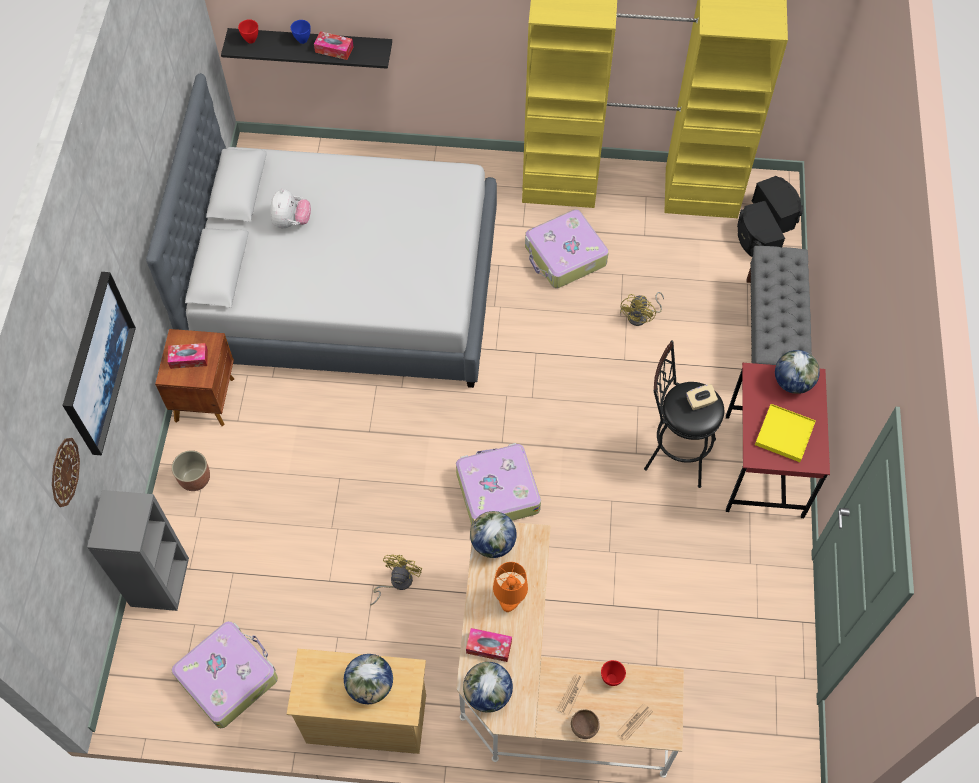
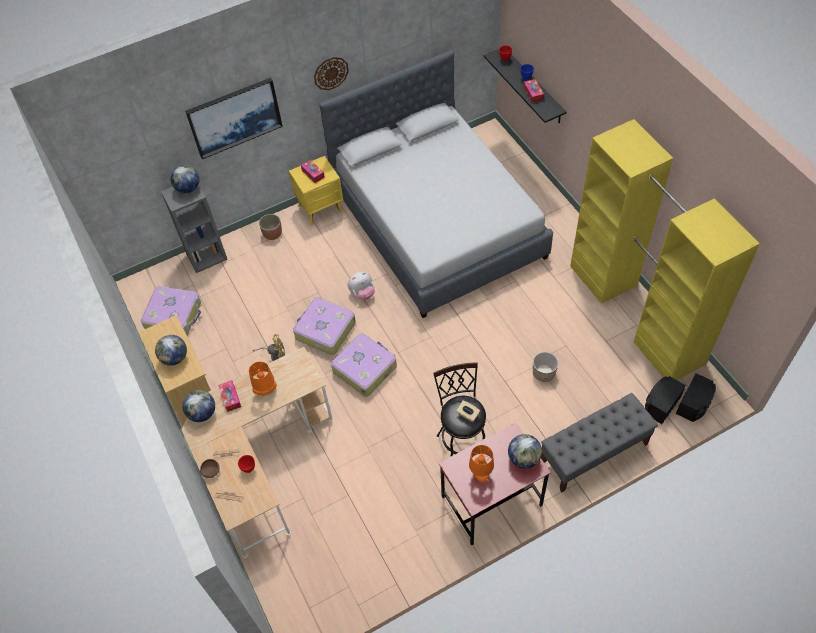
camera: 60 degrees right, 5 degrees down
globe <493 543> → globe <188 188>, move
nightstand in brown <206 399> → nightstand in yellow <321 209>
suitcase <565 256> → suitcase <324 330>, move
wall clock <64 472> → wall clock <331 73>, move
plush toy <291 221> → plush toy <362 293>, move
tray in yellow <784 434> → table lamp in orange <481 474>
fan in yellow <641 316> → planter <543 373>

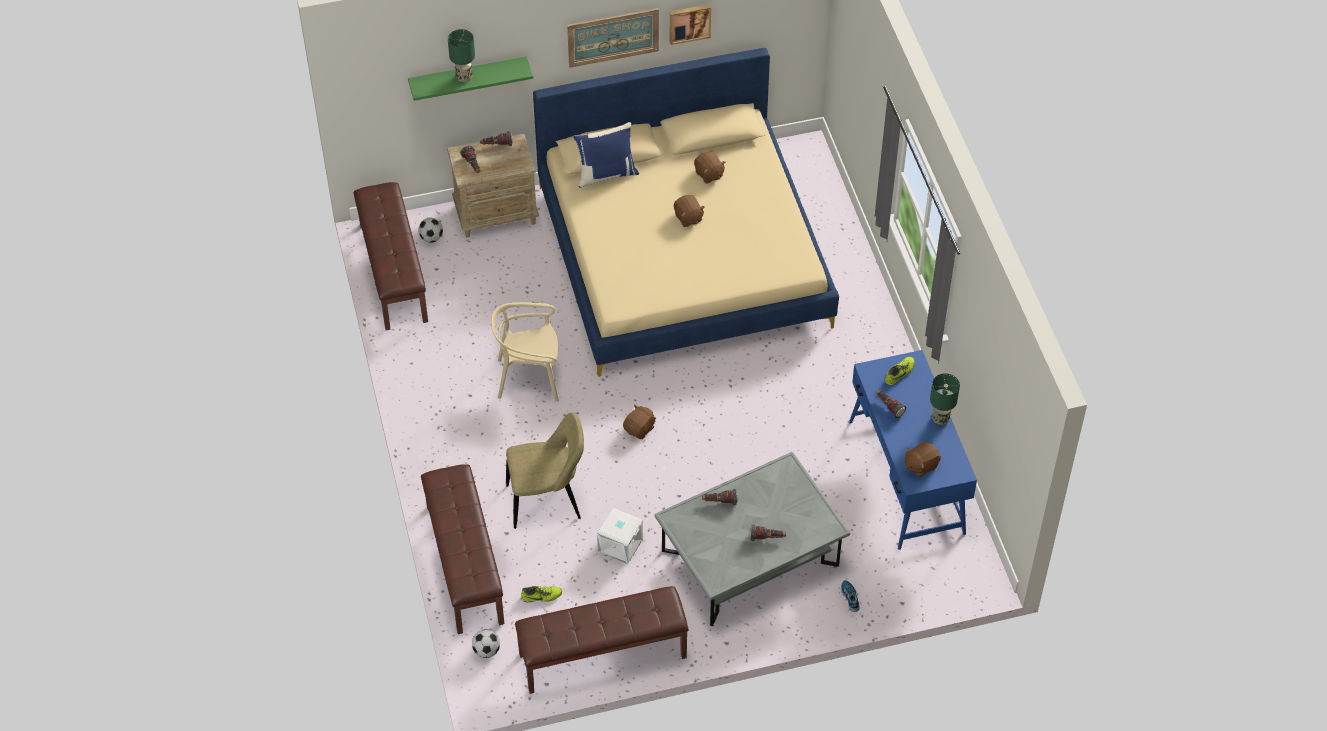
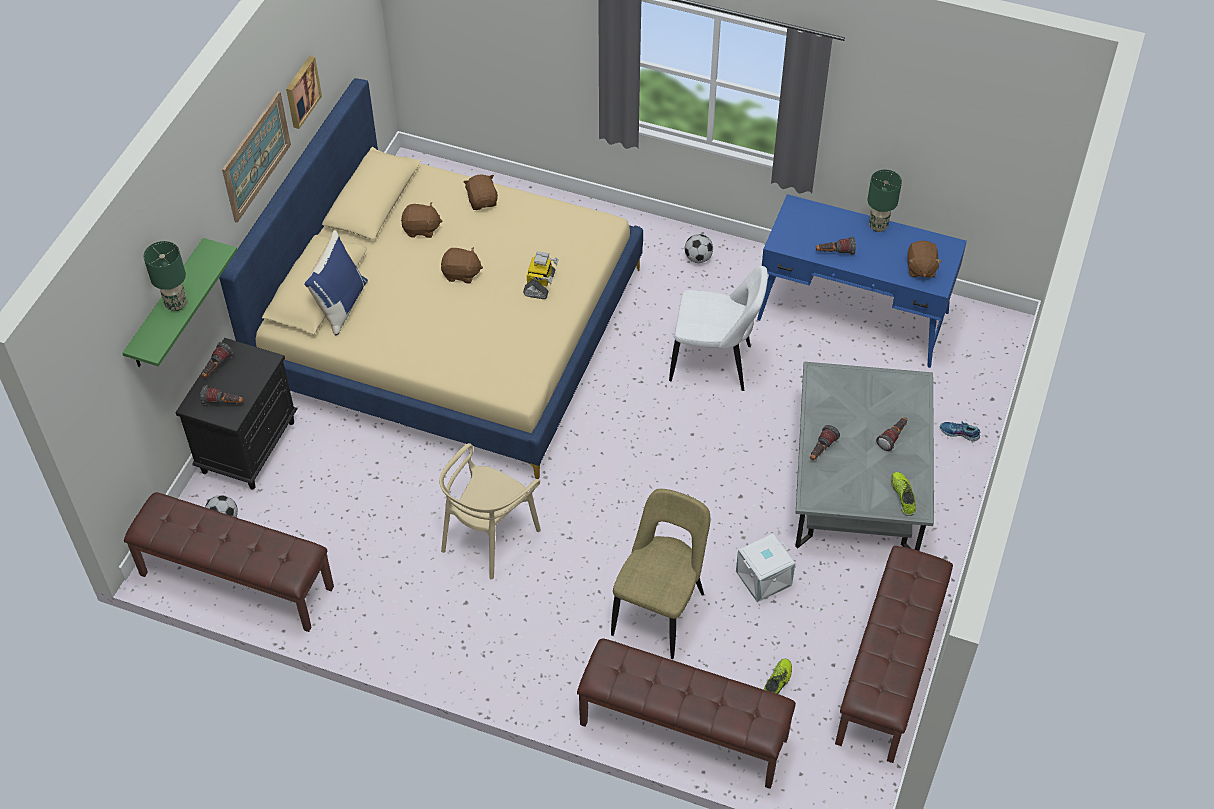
camera: 55 degrees left, 0 degrees up
nightstand in beige <496 213> → nightstand in black <248 446>
plush toy in brown <639 429> → plush toy in brown <482 201>, move
- → toy robot <540 284>
- → chair in white <715 364>
football <487 651> → football <698 258>, move
shoe <900 373> → shoe <903 496>, move

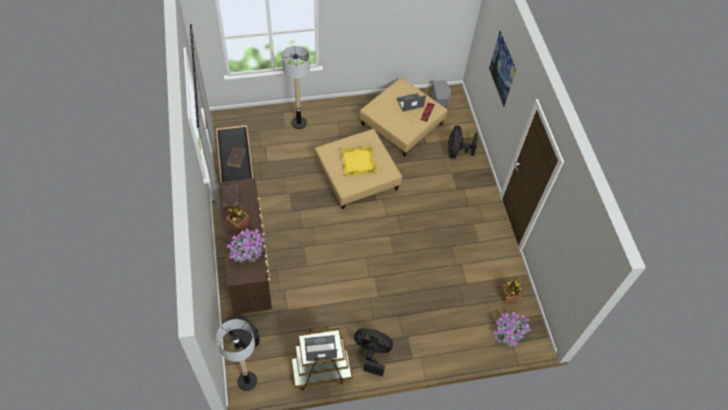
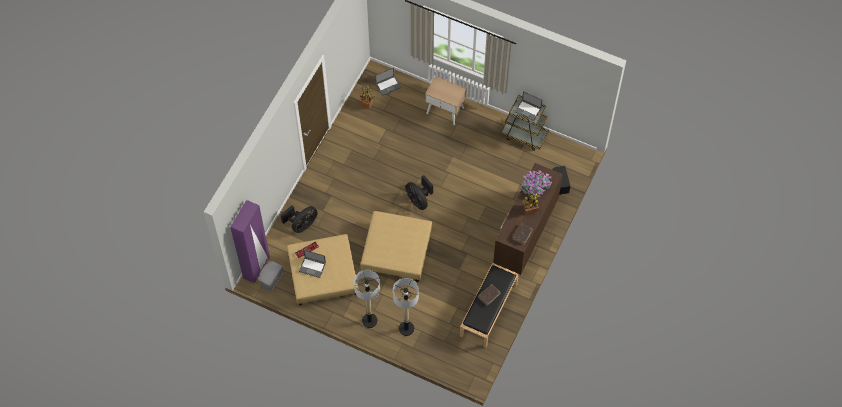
camera: 140 degrees left, 5 degrees up
- → wardrobe in purple <256 268>
floor lamp <247 381> → floor lamp <369 320>, move
potted plant <508 333> → laptop <388 85>
fan in black <372 353> → fan in black <419 200>, move
- → nightstand in beige <445 110>
tray in yellow <357 161> → -
picture <499 78> → -

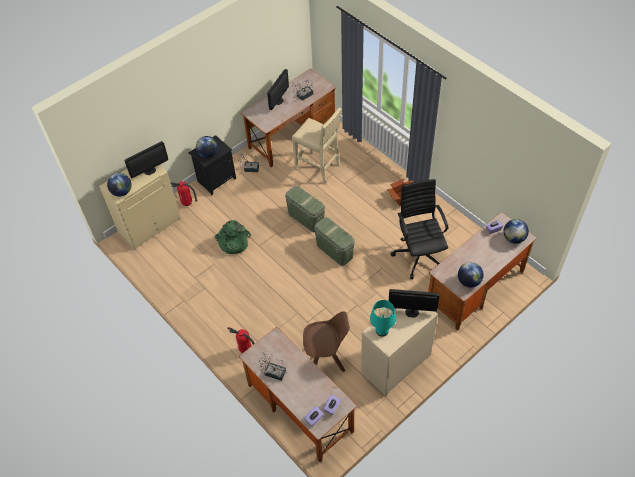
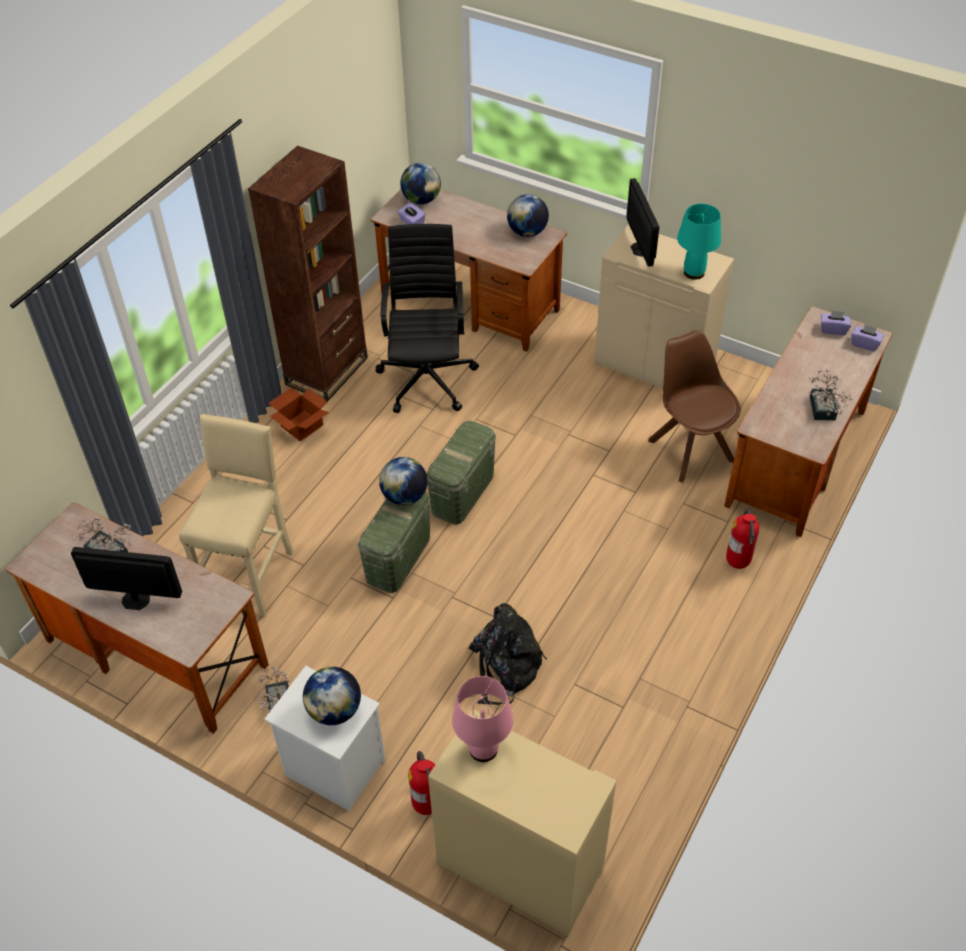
camera: 110 degrees left, 5 degrees down
- → bookcase in brown <327 371>
nightstand in black <216 179> → nightstand in white <332 768>
office chair in black <419 254> → office chair in black <427 378>, 120 degrees clockwise
globe <122 192> → globe <404 496>, move
monitor <150 170> → table lamp in pink <482 749>
backpack in green <233 242> → backpack in black <505 668>

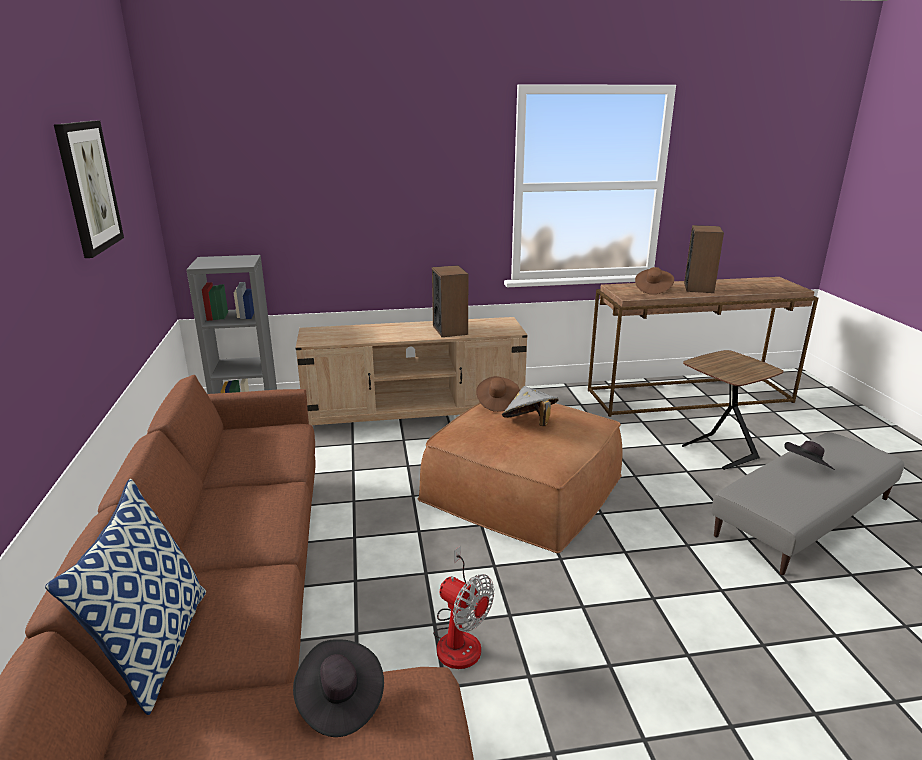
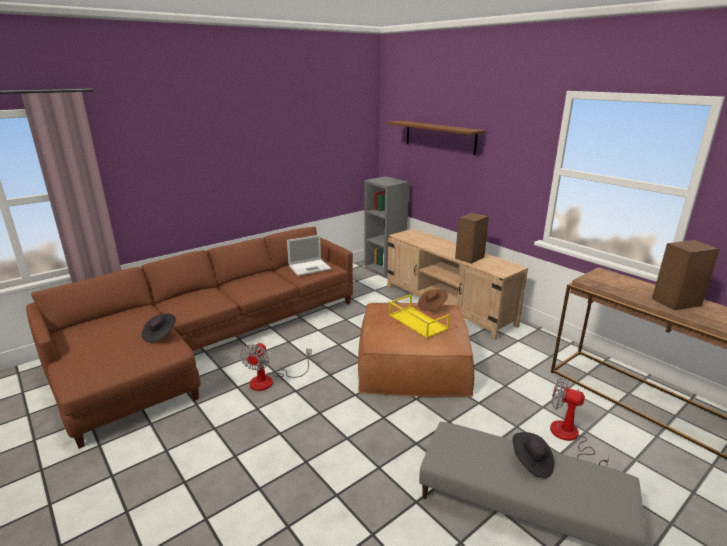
camera: 60 degrees right, 0 degrees up
- → laptop <310 267>
- → shelf in brown <439 137>
hat in grey <529 424> → tray in yellow <417 322>
side table in brown <718 452> → fan <569 438>
pillow <154 647> → -
picture <88 187> → -
hat in brown <652 289> → -

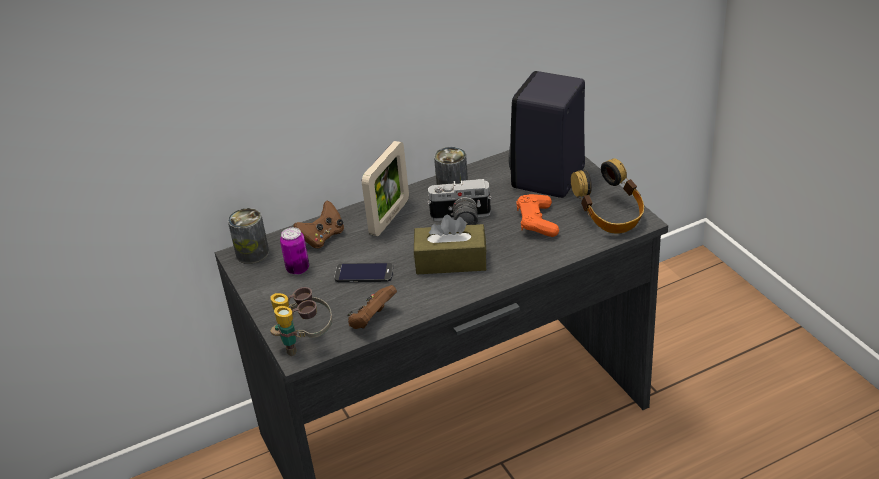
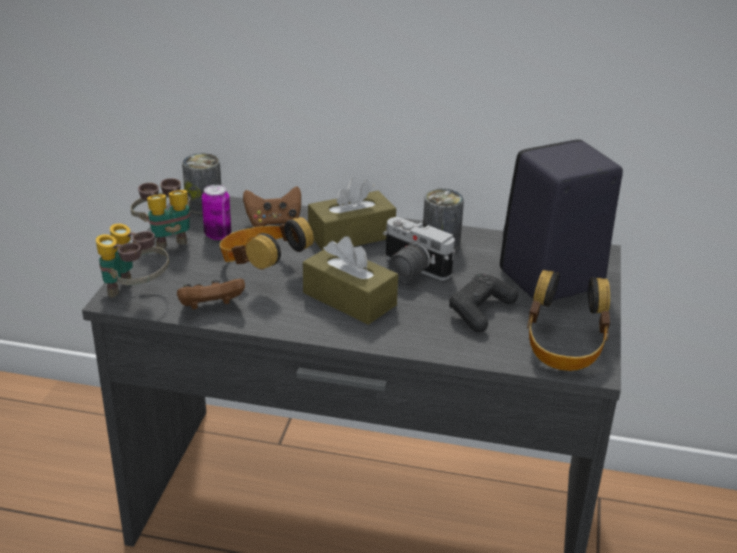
camera: 35 degrees right, 5 degrees down
- → binoculars <166 239>
phone <364 273> → headphones <262 267>
picture frame <389 217> → tissue box in brown <351 235>
game controller in orange <537 222> → game controller in black <480 311>

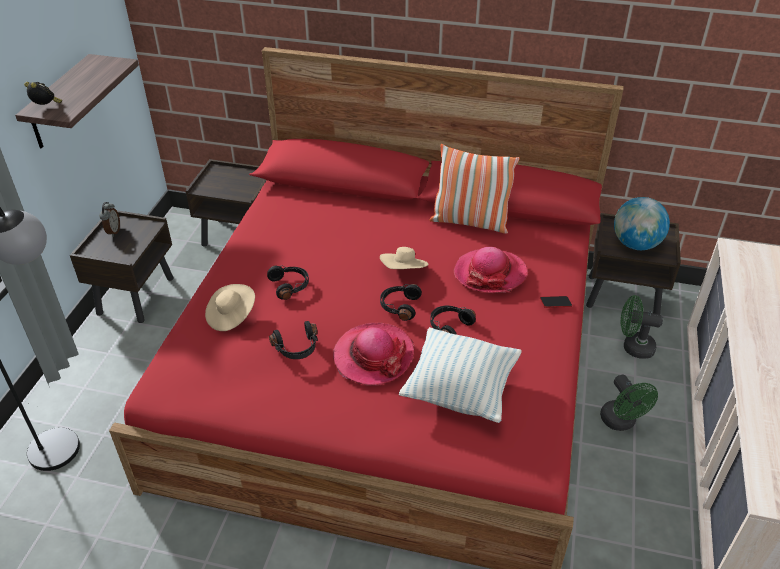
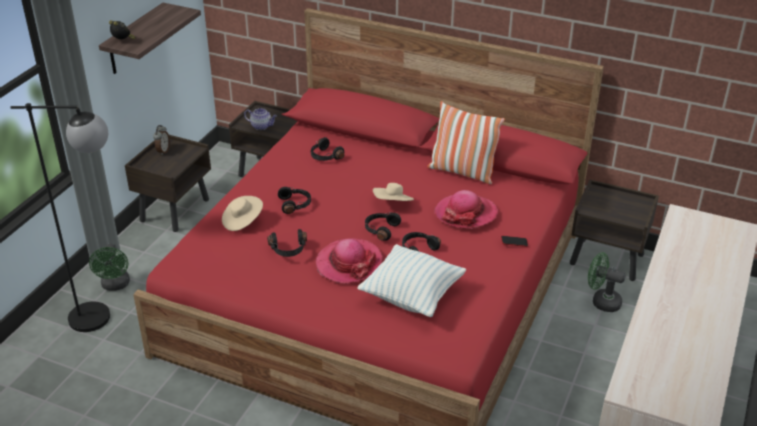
camera: 10 degrees right, 5 degrees down
fan in green <621 422> → fan in green <115 285>, move
- → teapot <261 126>
- → headphones in black <325 156>
globe <636 244> → -

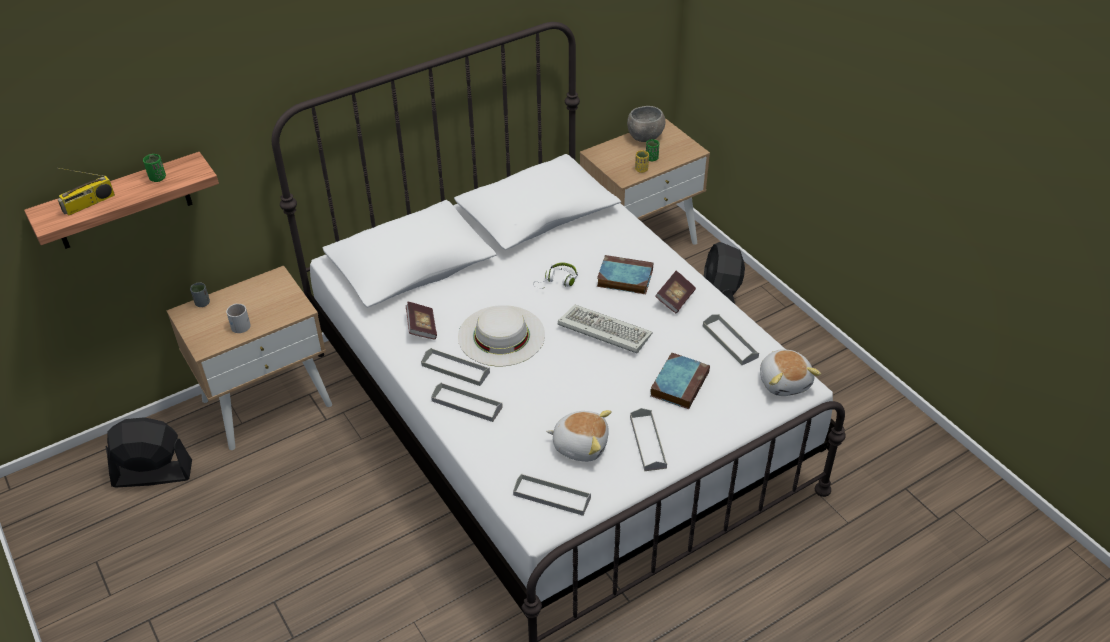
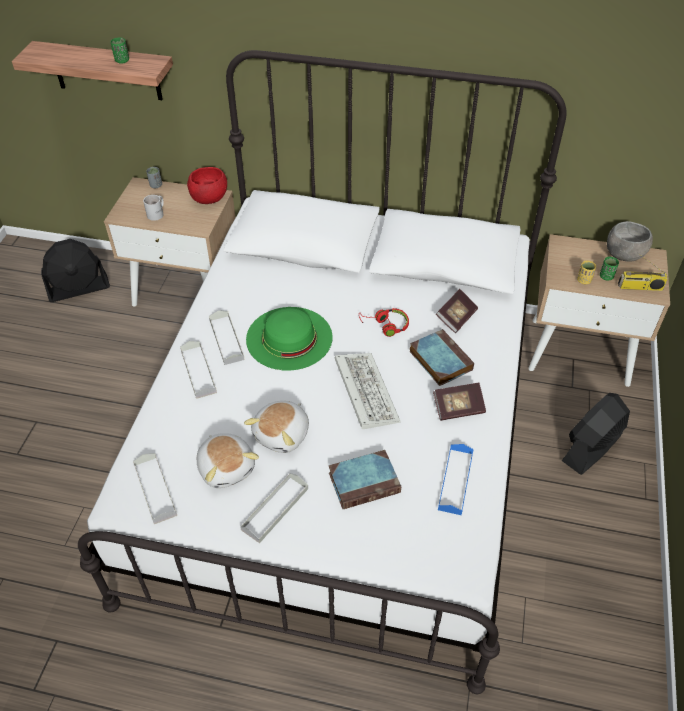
camera: 45 degrees right, 5 degrees up
fan in black <152 474> → fan in black <79 289>, 120 degrees clockwise
- → bowl in red <208 199>
plush toy <784 382> → plush toy <283 434>, move
hat in white <501 335> → hat in green <289 338>
headphones in white <558 281> → headphones in red <385 325>
book <422 328> → book <456 318>, move
tray in grey <730 341> → tray in blue <455 481>
radio <89 204> → radio <639 287>, move

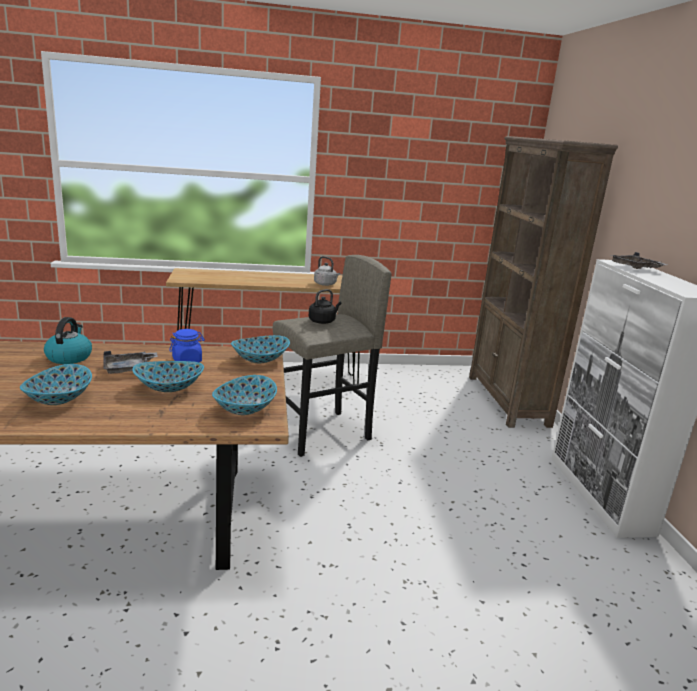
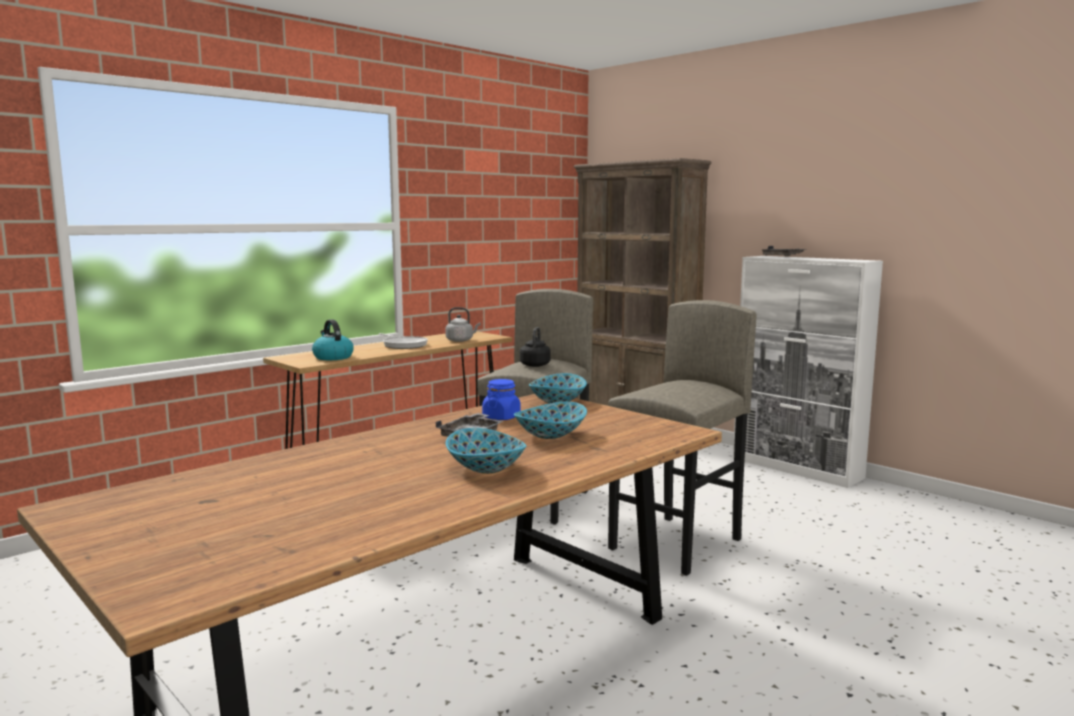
camera: 35 degrees left, 10 degrees down
kettle <69 357> → kettle <332 357>, move
- → frying pan <403 345>
- → stool in grey <677 544>
bowl <245 409> → -

